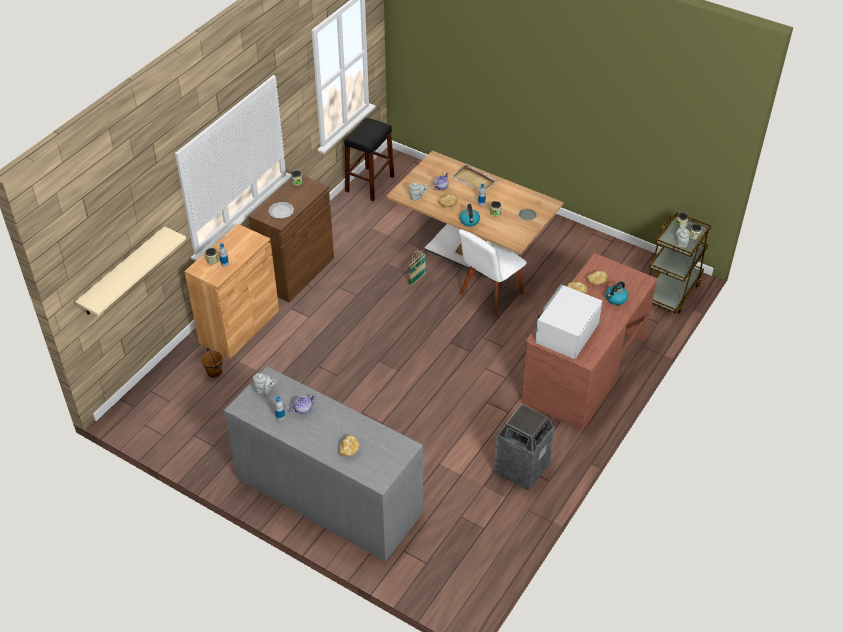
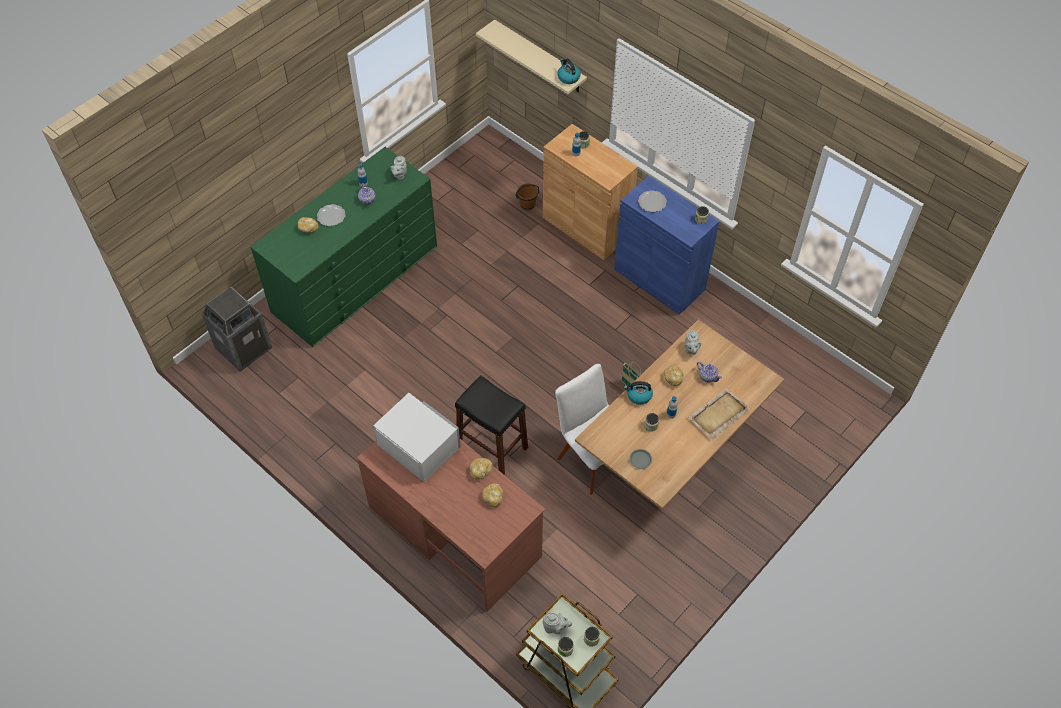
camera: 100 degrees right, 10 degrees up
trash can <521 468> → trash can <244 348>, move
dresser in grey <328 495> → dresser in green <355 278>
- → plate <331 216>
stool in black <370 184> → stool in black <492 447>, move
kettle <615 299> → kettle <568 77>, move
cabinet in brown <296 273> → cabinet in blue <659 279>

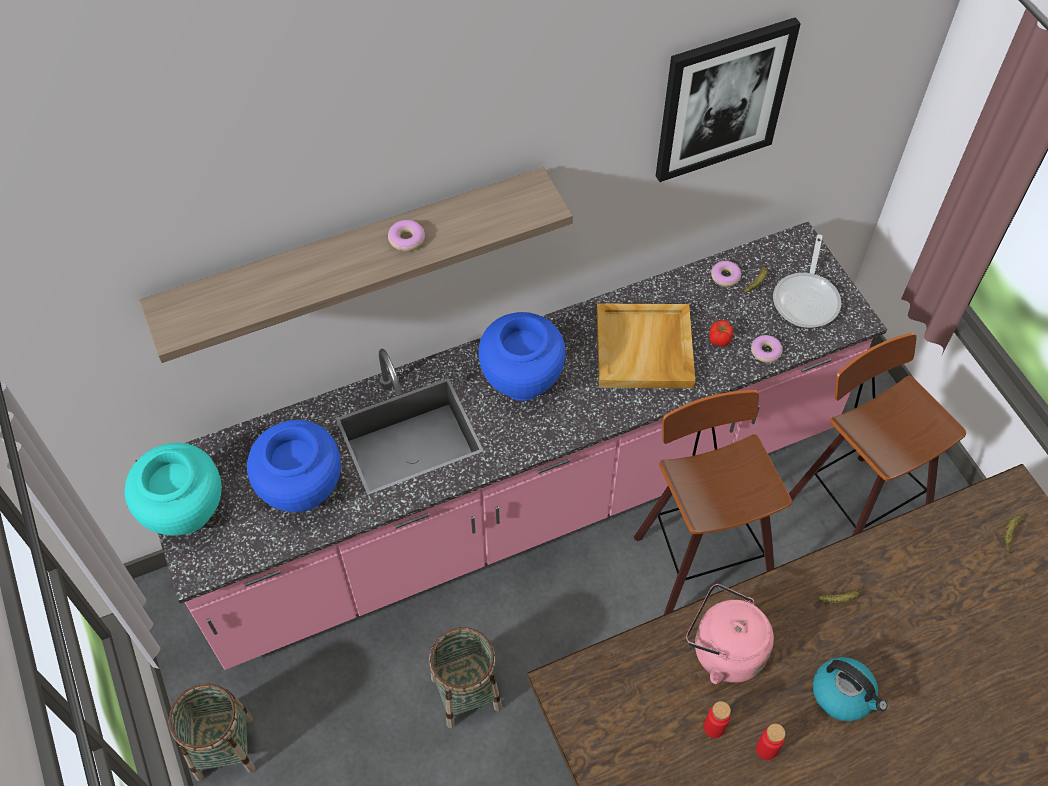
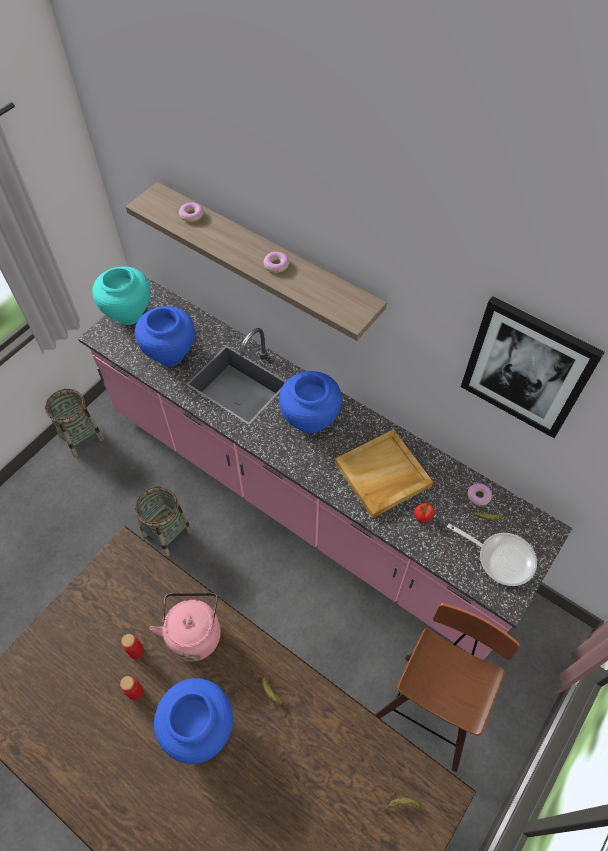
camera: 60 degrees right, 0 degrees up
kettle <843 694> → vase in blue <200 728>
donut <765 351> → donut <192 215>, move
frying pan <807 298> → frying pan <500 557>, 135 degrees counterclockwise
stool <698 561> → -

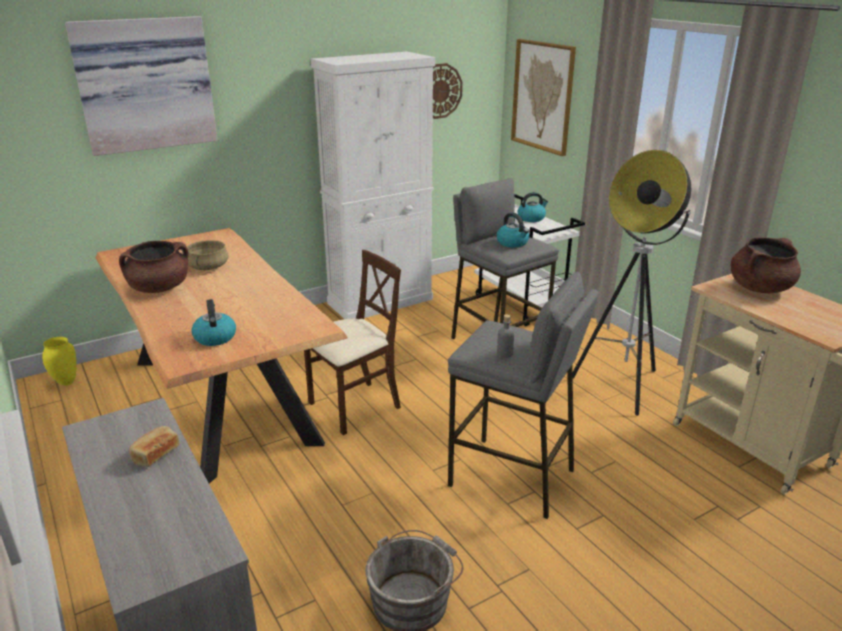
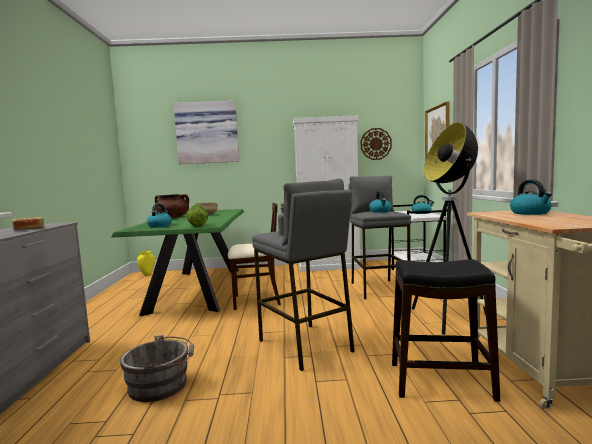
camera: 30 degrees right, 20 degrees down
dining table in brown <223 400> → dining table in green <198 289>
- → lettuce <197 226>
- → stool in black <440 380>
cooking pot in brown <760 288> → kettle <531 213>

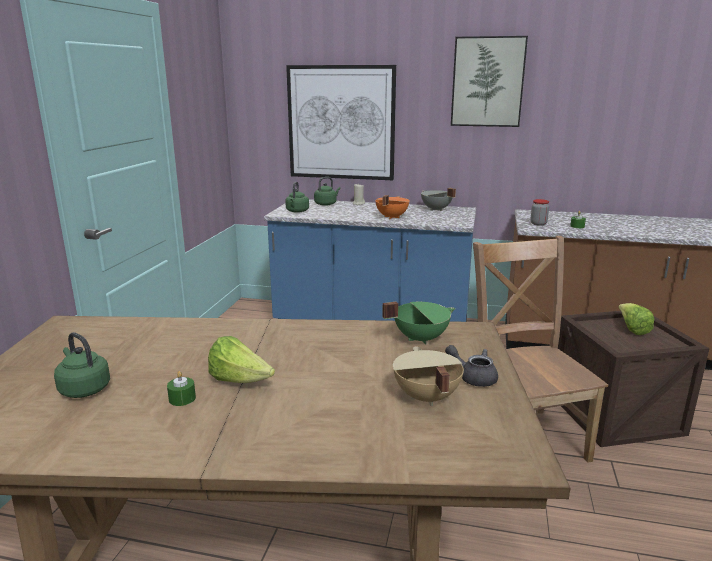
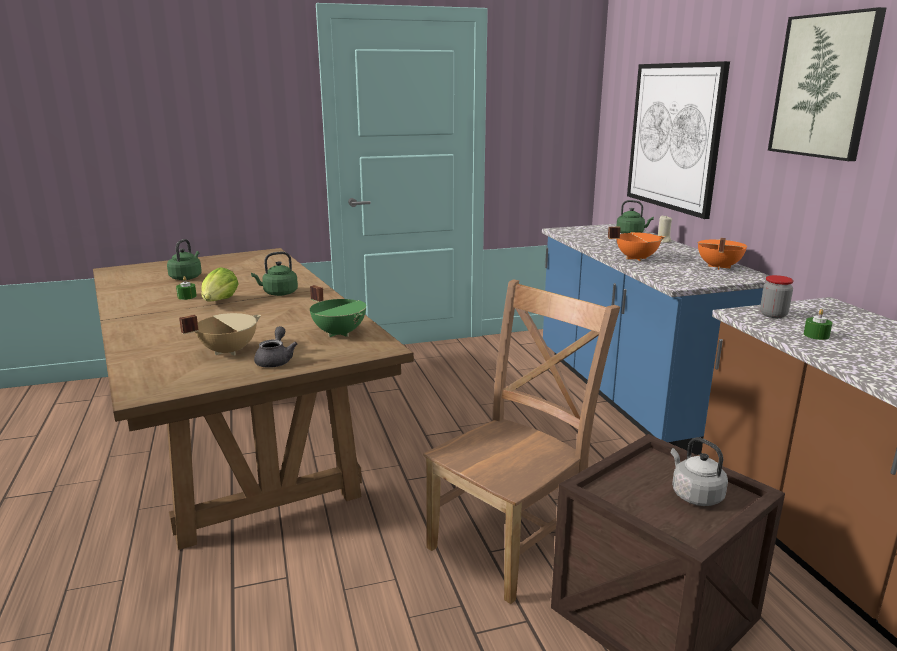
camera: 60 degrees right, 0 degrees up
kettle in green <297 211> → kettle in green <278 293>, move
lettuce <632 329> → kettle in grey <694 495>
cooking pot in grey <436 209> → cooking pot in orange <718 267>

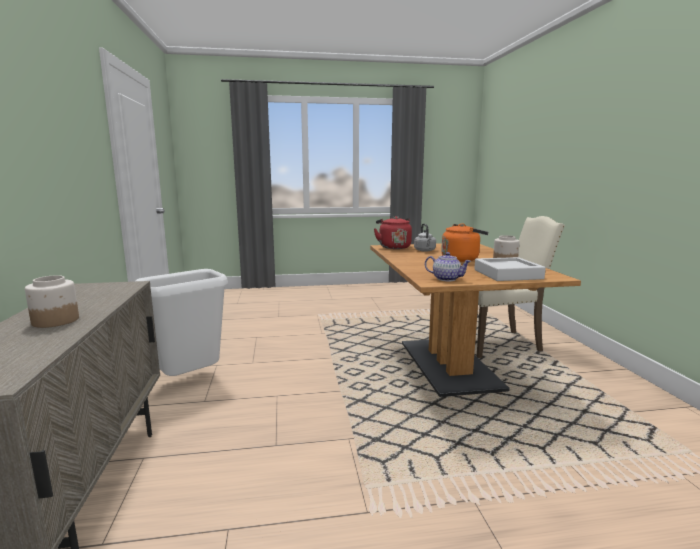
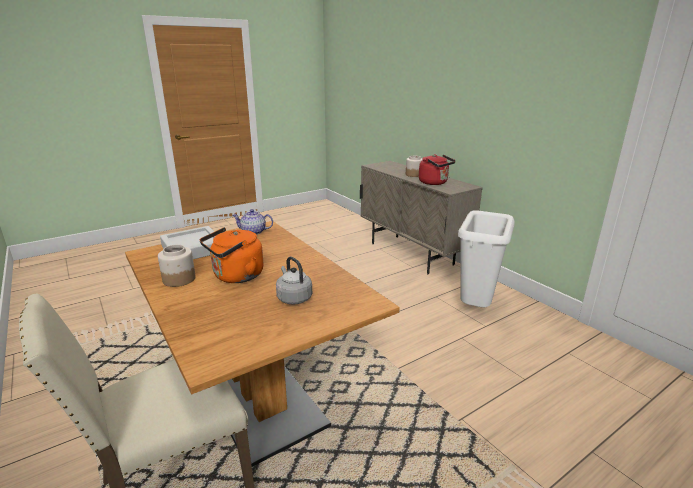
camera: 155 degrees right, 10 degrees up
kettle in red <393 247> → kettle in red <434 183>, move

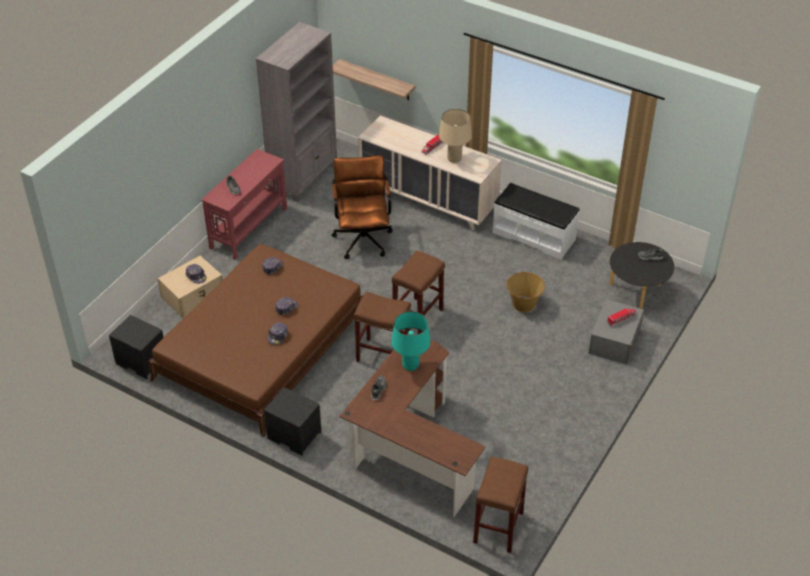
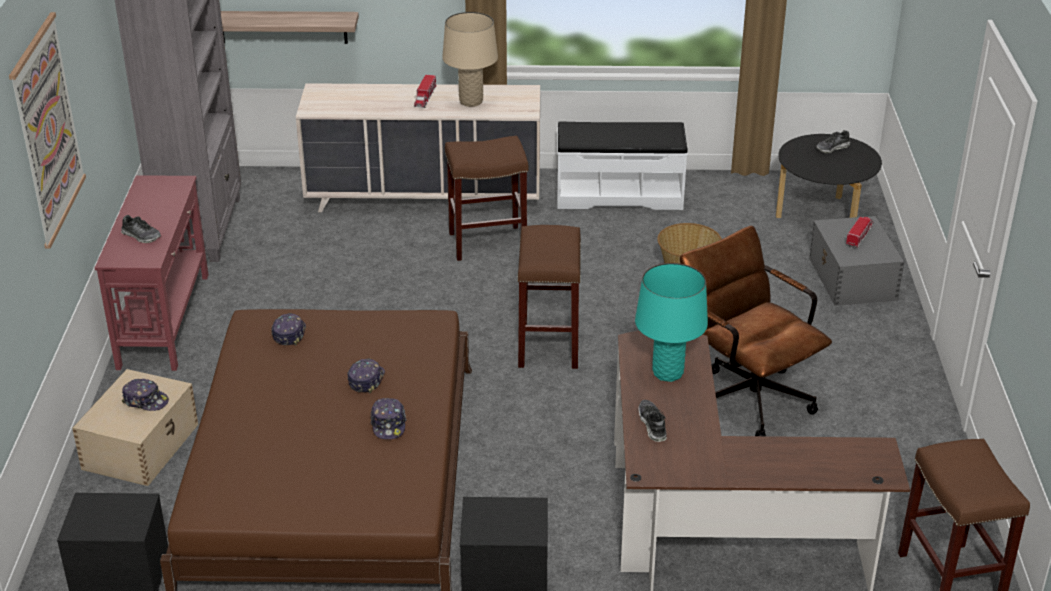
camera: 30 degrees left, 10 degrees down
- → picture <47 130>
stool in brown <382 355> → stool in brown <486 243>, move
office chair in brown <363 236> → office chair in brown <745 395>, move

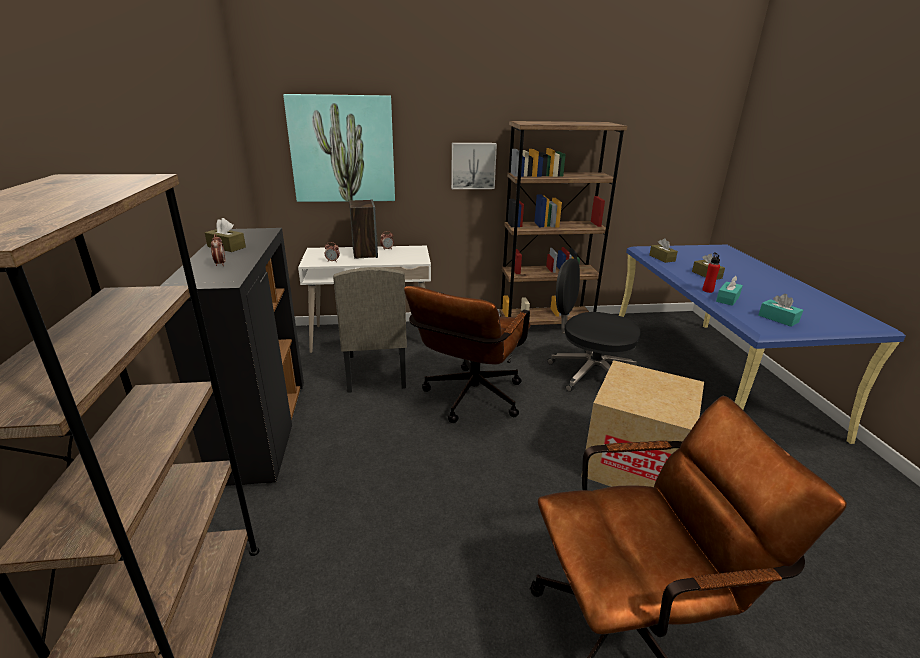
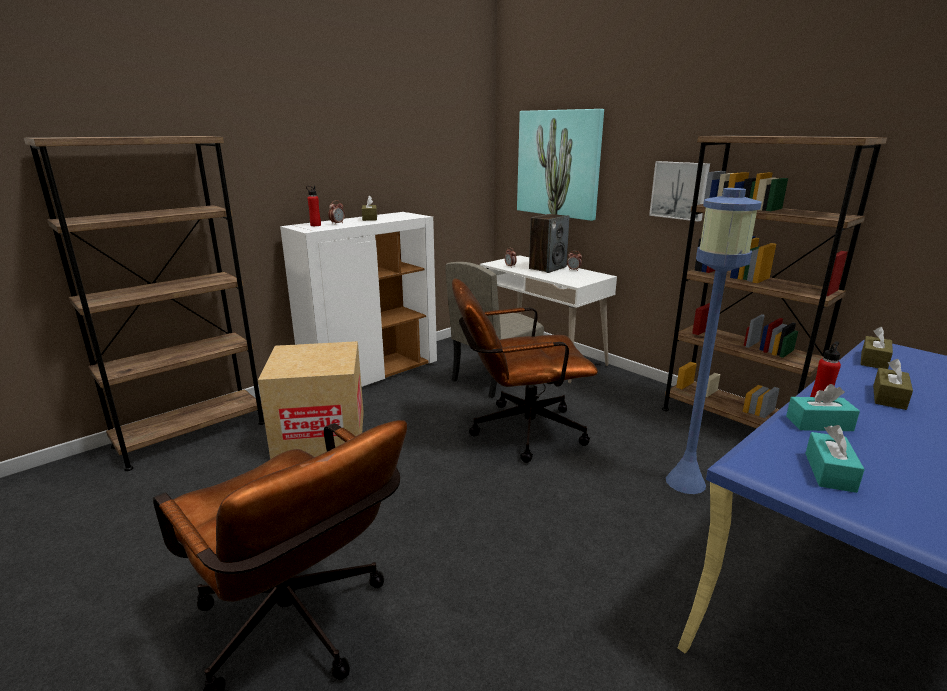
camera: 55 degrees right, 5 degrees down
cardboard box <634 464> → cardboard box <320 434>, move
cabinet in black <263 430> → cabinet in white <372 374>
- → bottle in red <315 225>
office chair in black <589 373> → floor lamp in blue <685 482>

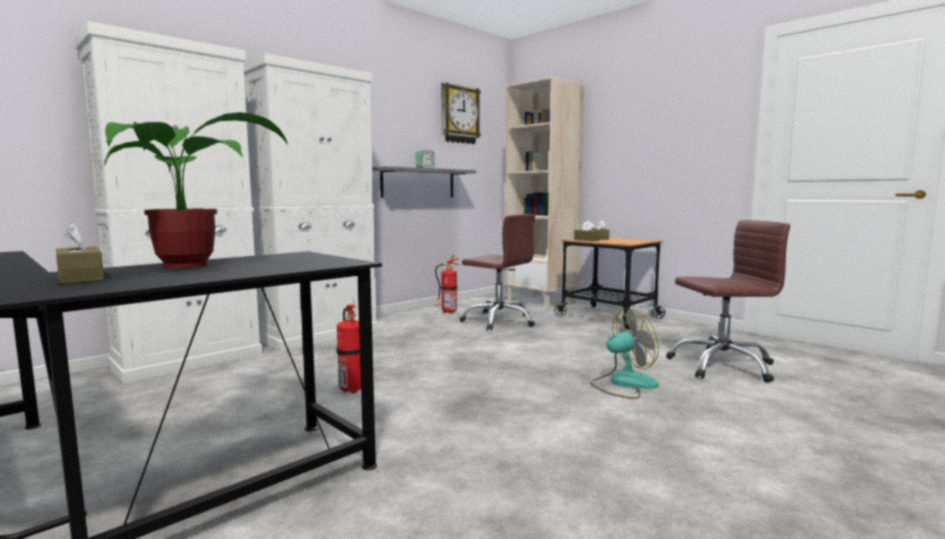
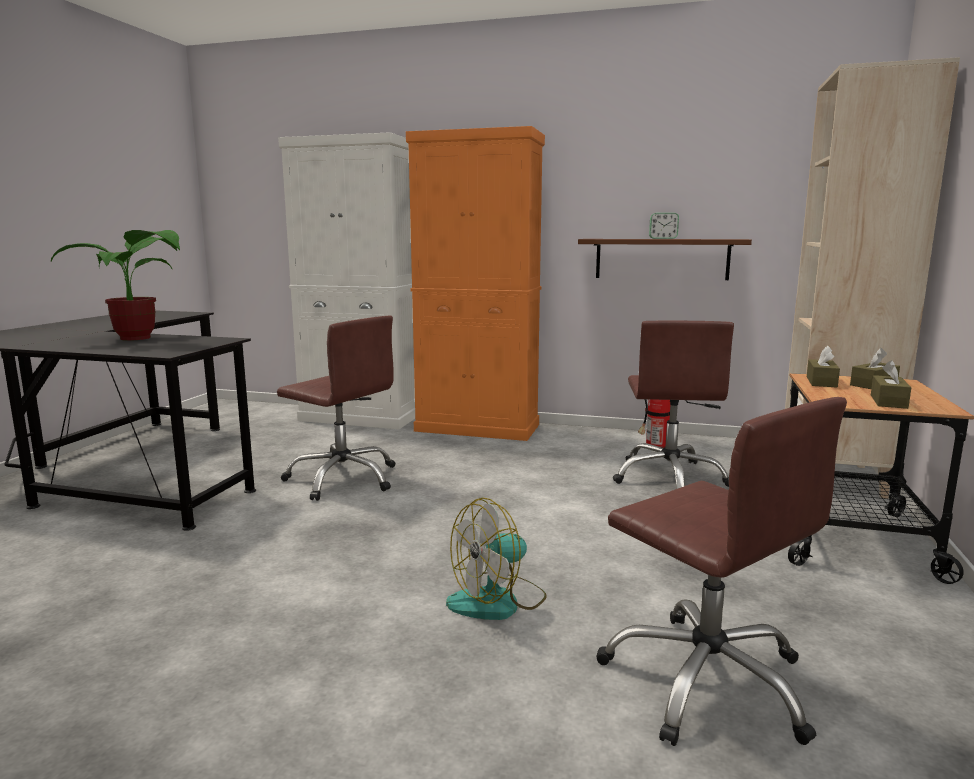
camera: 60 degrees right, 5 degrees up
fire extinguisher <351 389> → office chair in brown <343 478>
cabinet in white <320 335> → cabinet in orange <478 428>
fan <623 384> → fan <498 601>, 105 degrees clockwise
shelf in grey <418 183> → shelf in brown <661 259>
tissue box in brown <80 278> → tissue box in brown <888 401>, move
wall clock <459 115> → -

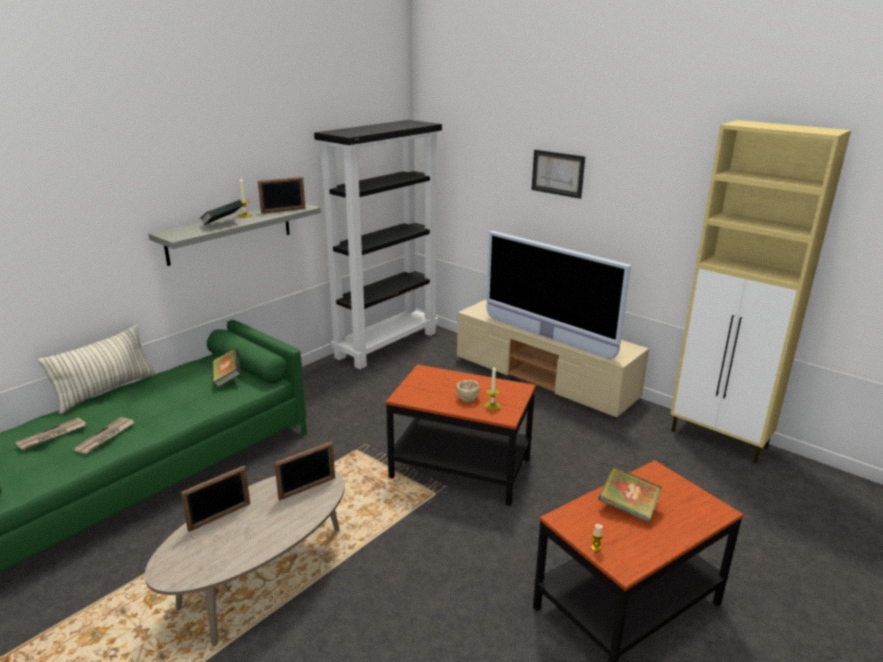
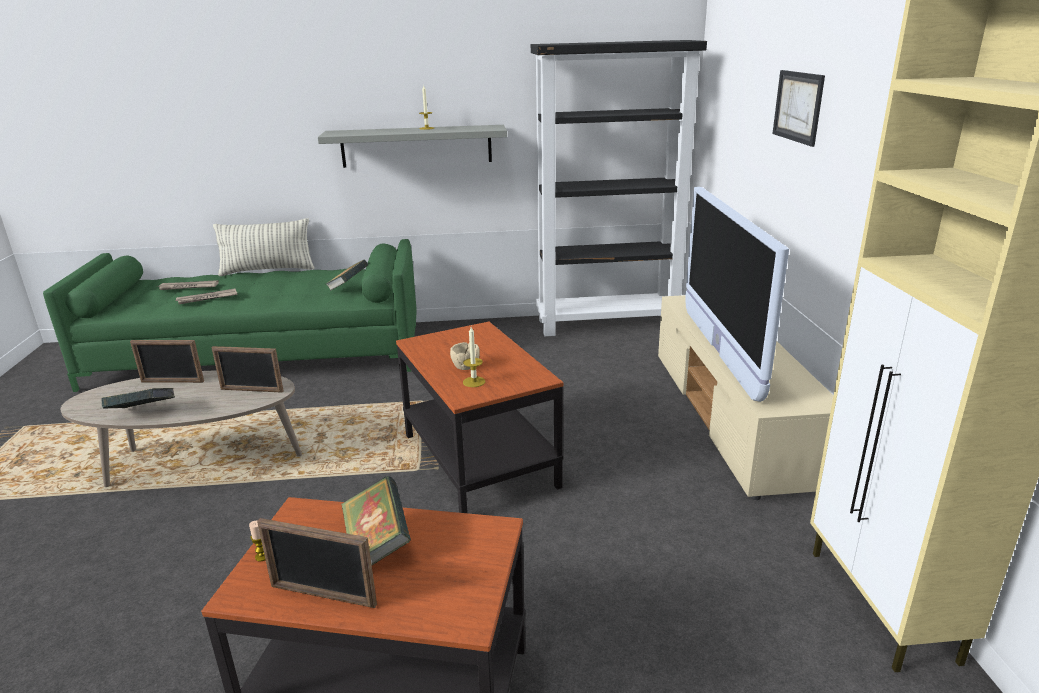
camera: 45 degrees right, 0 degrees up
book <222 224> → book <143 413>, move
picture frame <283 210> → picture frame <322 596>, move

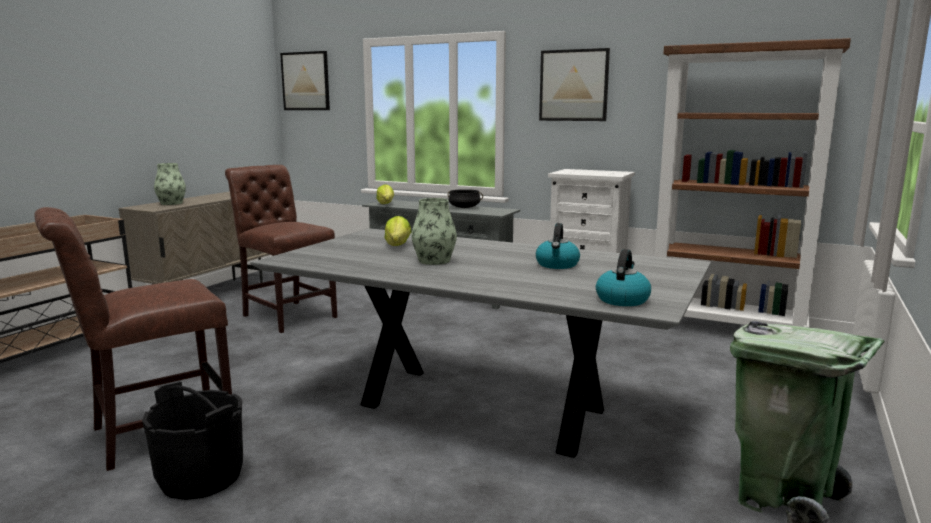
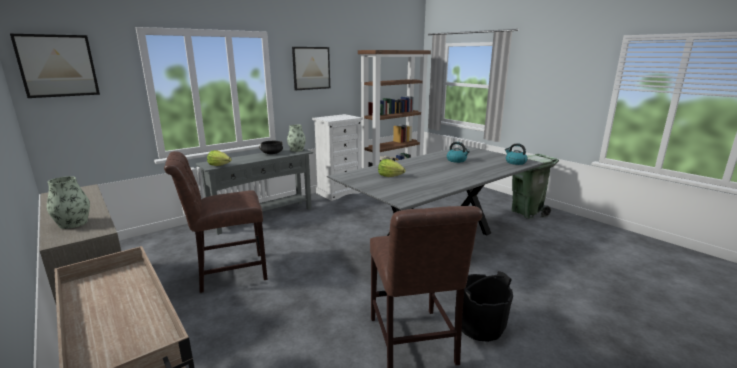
camera: 65 degrees left, 5 degrees up
vase <434 261> → vase <297 150>, move

